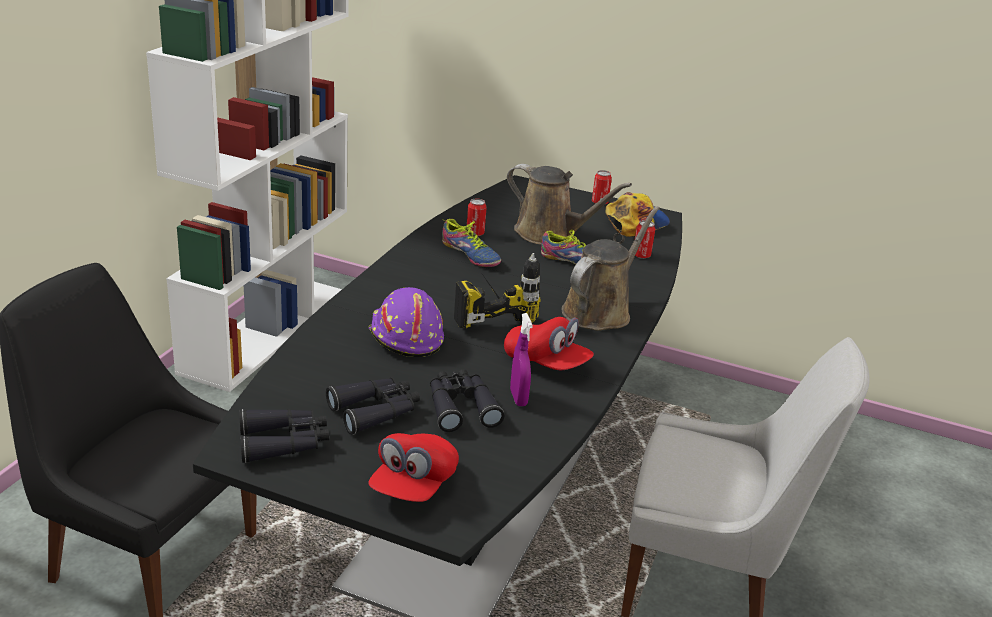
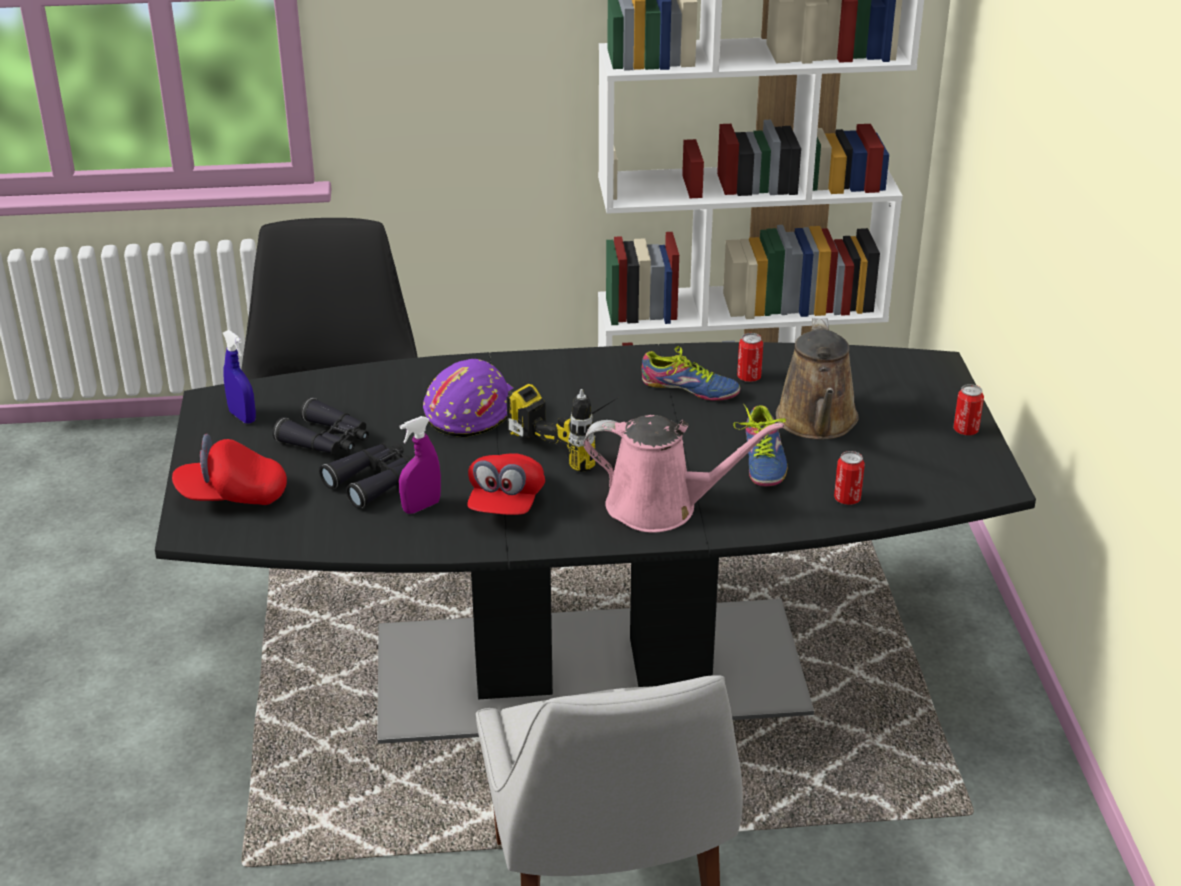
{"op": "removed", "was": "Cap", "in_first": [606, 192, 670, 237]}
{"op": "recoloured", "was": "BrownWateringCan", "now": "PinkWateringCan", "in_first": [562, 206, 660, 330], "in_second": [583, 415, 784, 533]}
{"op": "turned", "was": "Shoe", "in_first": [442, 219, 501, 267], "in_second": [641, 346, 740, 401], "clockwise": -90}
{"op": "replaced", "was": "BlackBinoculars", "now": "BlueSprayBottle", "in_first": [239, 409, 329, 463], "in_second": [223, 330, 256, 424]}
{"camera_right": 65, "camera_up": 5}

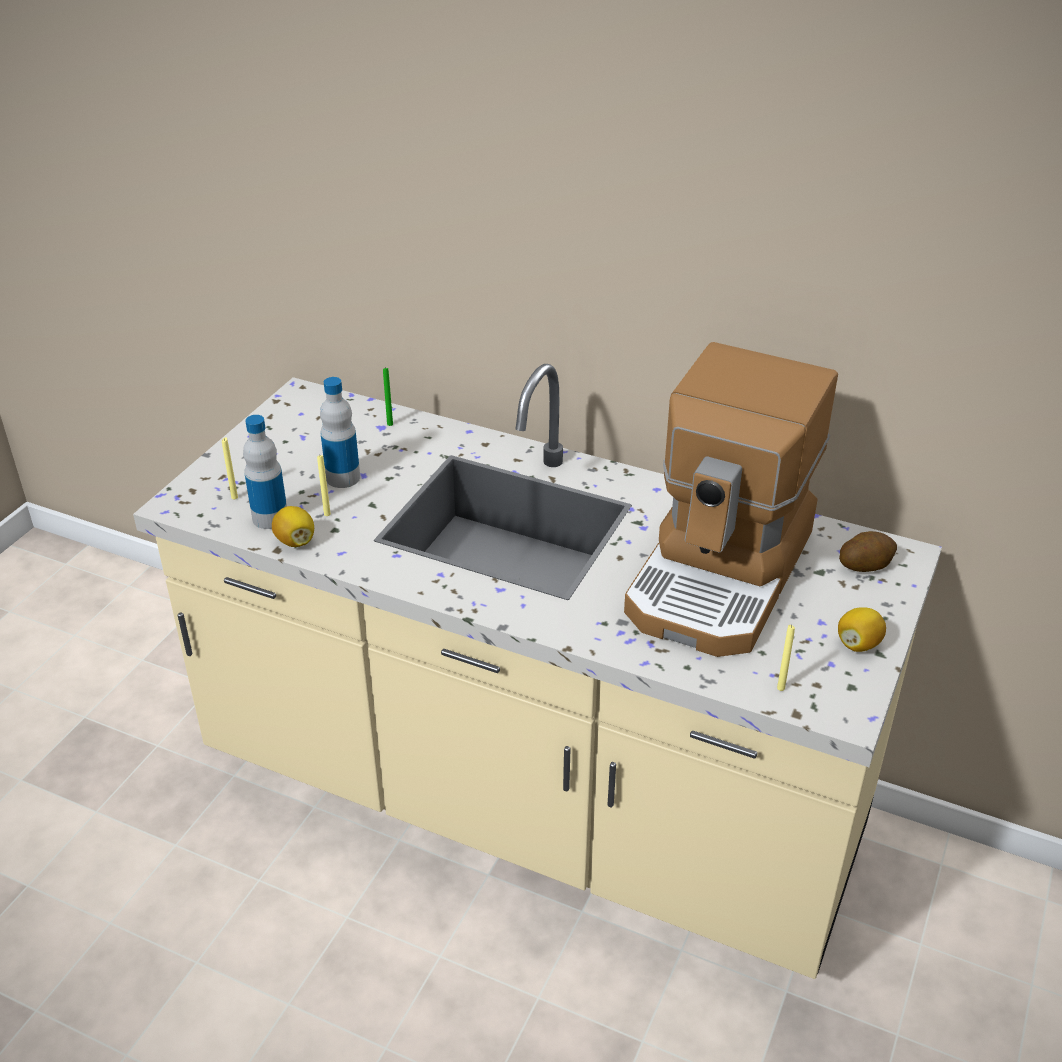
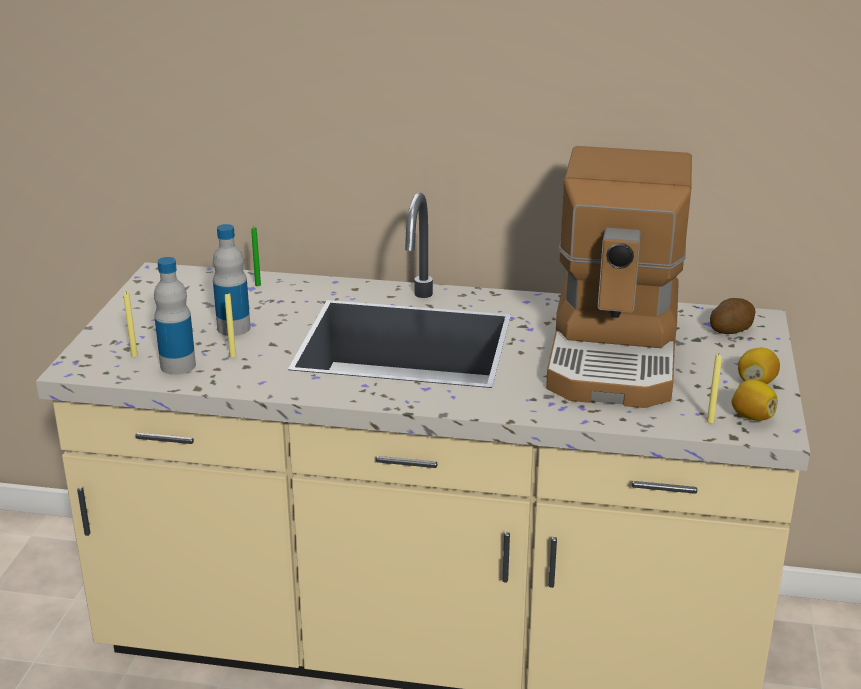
{"op": "moved", "was": "Lemon", "in_first": [272, 506, 314, 547], "in_second": [731, 380, 778, 421]}
{"camera_right": -15, "camera_up": -10}

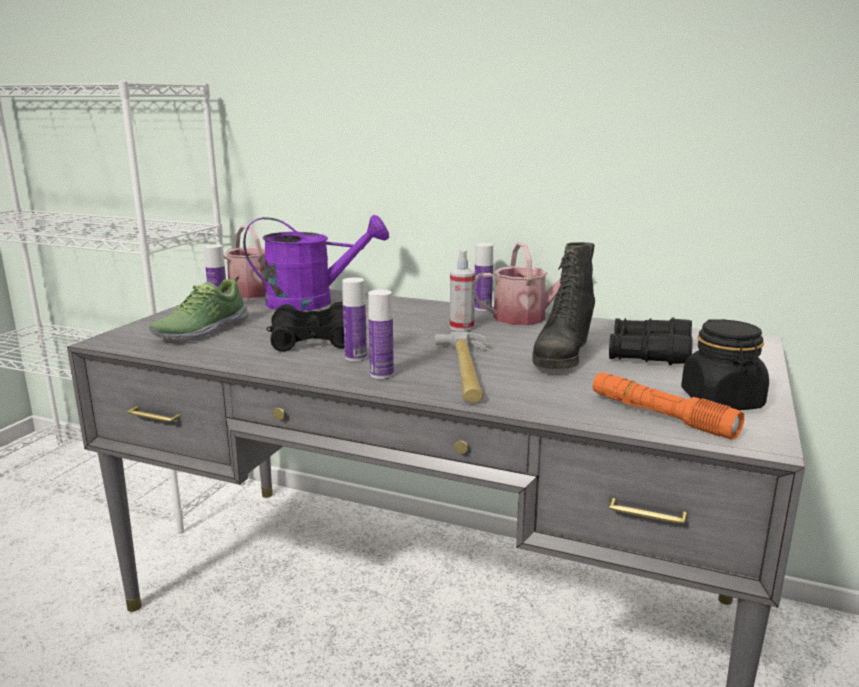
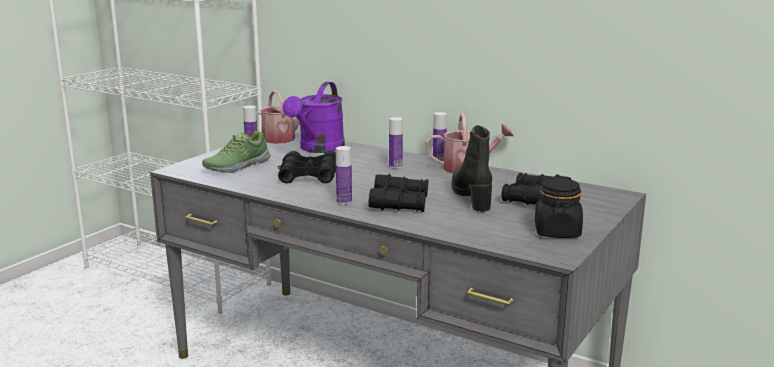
{"op": "turned", "was": "PurpleWateringCan", "in_first": [243, 215, 389, 311], "in_second": [283, 82, 345, 153], "clockwise": 105}
{"op": "turned", "was": "BlackBoot", "in_first": [532, 242, 595, 369], "in_second": [452, 125, 492, 212], "clockwise": 135}
{"op": "removed", "was": "SprayBottle", "in_first": [450, 250, 475, 331]}
{"op": "moved", "was": "Bottle", "in_first": [342, 277, 367, 361], "in_second": [389, 117, 403, 168]}
{"op": "replaced", "was": "Hammer", "now": "BlackBinoculars", "in_first": [435, 332, 486, 403], "in_second": [369, 174, 428, 212]}
{"op": "removed", "was": "OrangeFlashlight", "in_first": [593, 372, 744, 440]}
{"camera_right": 10, "camera_up": 0}

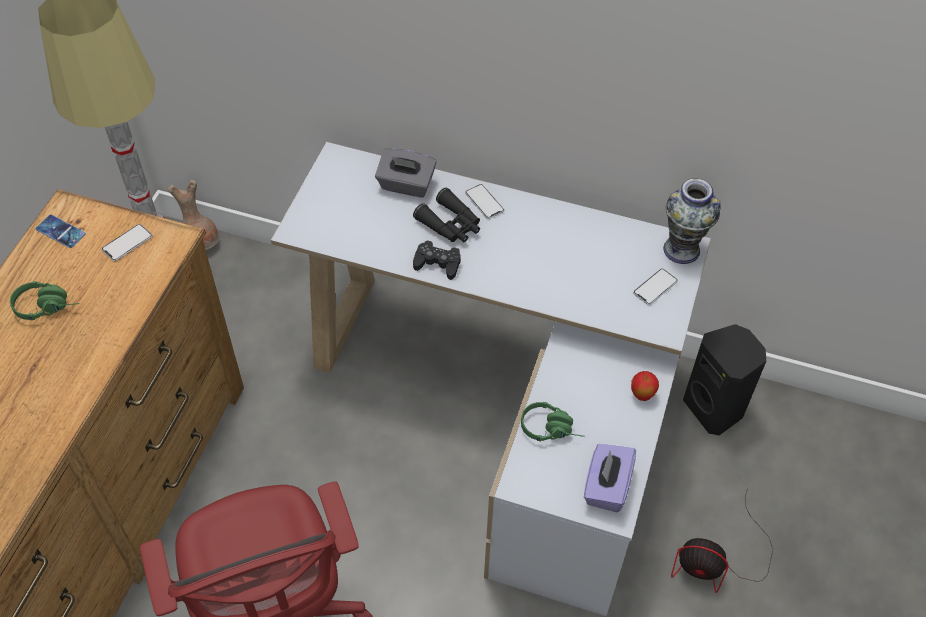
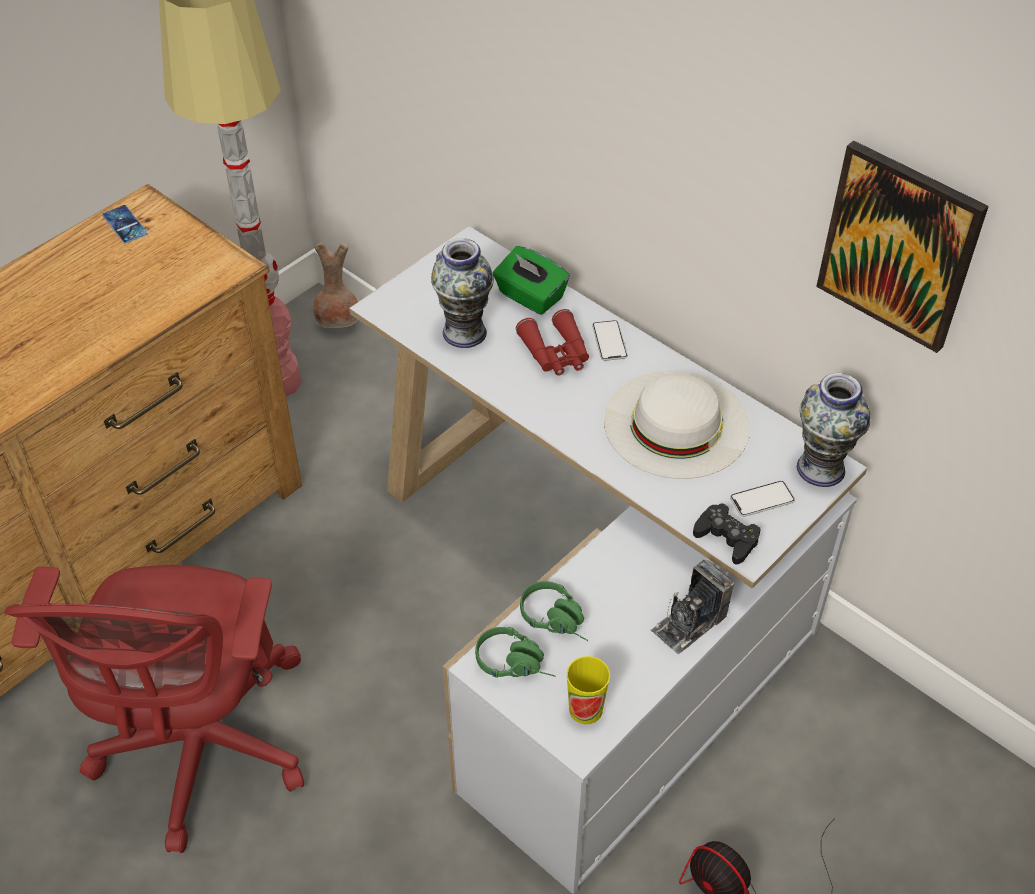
{"op": "recoloured", "was": "GreyTissueBox", "now": "GreenTissueBox", "in_first": [375, 148, 437, 198], "in_second": [493, 246, 570, 315]}
{"op": "recoloured", "was": "BlackBinoculars", "now": "RedBinoculars", "in_first": [413, 188, 480, 242], "in_second": [516, 309, 589, 376]}
{"op": "removed", "was": "Phone", "in_first": [102, 224, 153, 261]}
{"op": "moved", "was": "BlackGameController", "in_first": [413, 240, 461, 280], "in_second": [693, 503, 761, 564]}
{"op": "moved", "was": "GreenHeadphones", "in_first": [10, 281, 79, 320], "in_second": [475, 627, 556, 678]}
{"op": "removed", "was": "BlackSpeaker", "in_first": [683, 324, 766, 435]}
{"op": "replaced", "was": "Apple", "now": "PhotoCamera", "in_first": [631, 371, 659, 401], "in_second": [650, 560, 734, 654]}
{"op": "replaced", "was": "PurpleTissueBox", "now": "Cup", "in_first": [584, 444, 636, 512], "in_second": [567, 656, 610, 724]}
{"op": "added", "now": "Picture", "in_second": [816, 140, 989, 353]}
{"op": "added", "now": "Vase", "in_second": [431, 238, 494, 348]}
{"op": "added", "now": "WhiteHat", "in_second": [604, 370, 750, 479]}
{"camera_right": 25, "camera_up": -5}

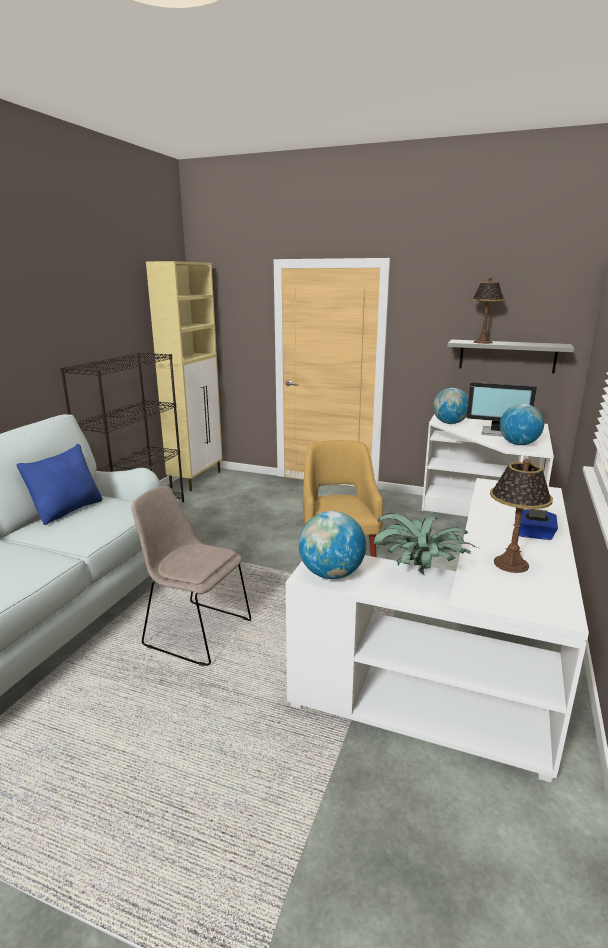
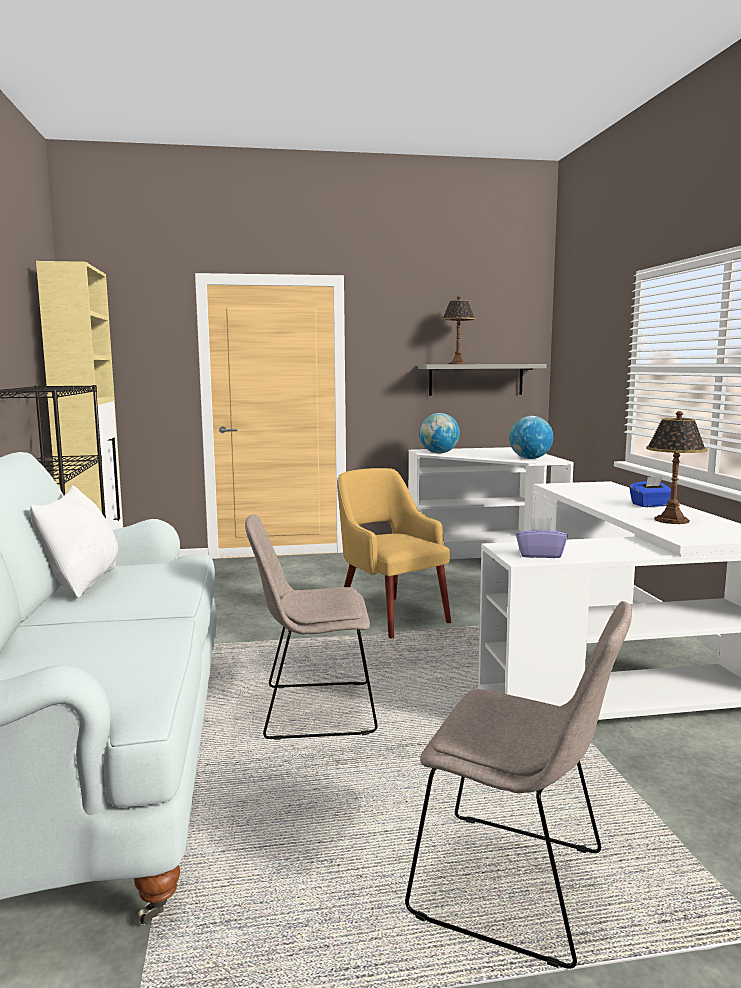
{"op": "removed", "was": "Monitor", "in_first": [467, 382, 537, 437]}
{"op": "recoloured", "was": "BluePillow", "now": "WhitePillow", "in_first": [16, 444, 102, 525], "in_second": [30, 485, 118, 597]}
{"op": "replaced", "was": "Globe", "now": "PurpleTissueBox", "in_first": [298, 511, 366, 579], "in_second": [516, 518, 568, 558]}
{"op": "removed", "was": "PottedPlant", "in_first": [374, 513, 478, 576]}
{"op": "added", "now": "BeigeChair", "in_second": [405, 601, 632, 969]}
{"camera_right": -30, "camera_up": -10}

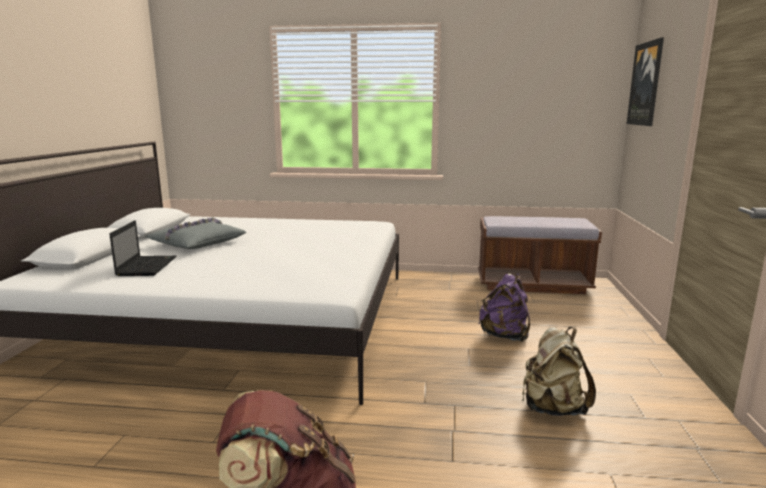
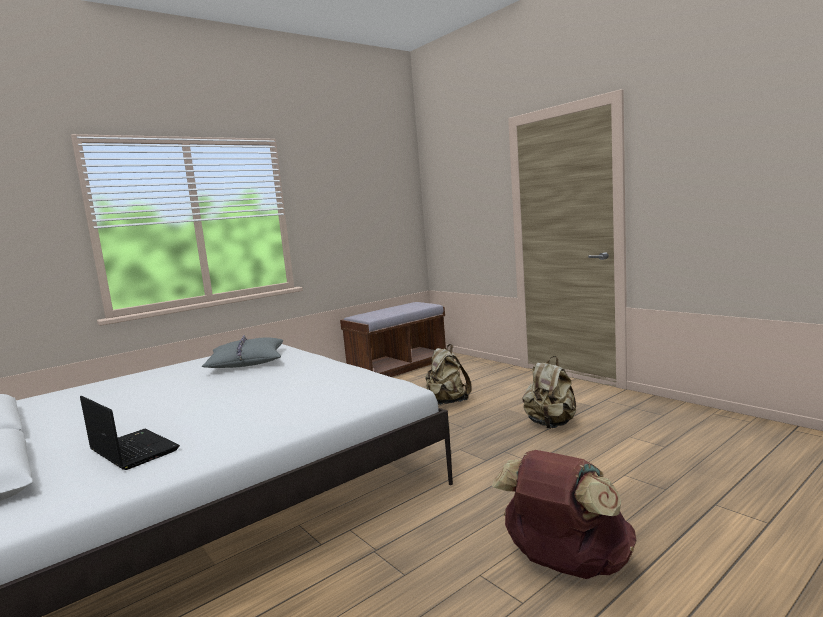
{"op": "removed", "was": "Picture", "in_first": [627, 38, 664, 126]}
{"op": "moved", "was": "GreyPillow", "in_first": [145, 217, 246, 249], "in_second": [201, 335, 283, 368]}
{"op": "recoloured", "was": "PurpleBackpack", "now": "BeigeBackpack", "in_first": [479, 273, 530, 342], "in_second": [425, 344, 471, 405]}
{"camera_right": -45, "camera_up": -5}

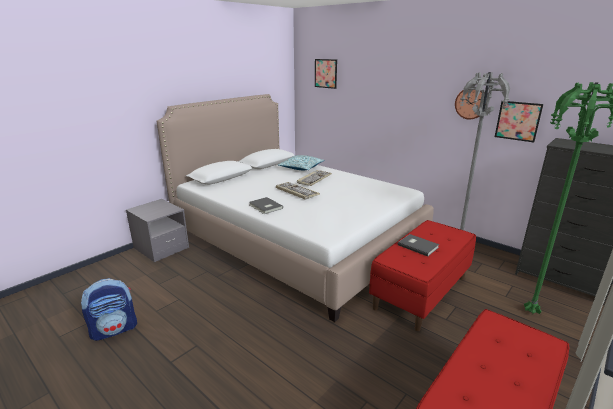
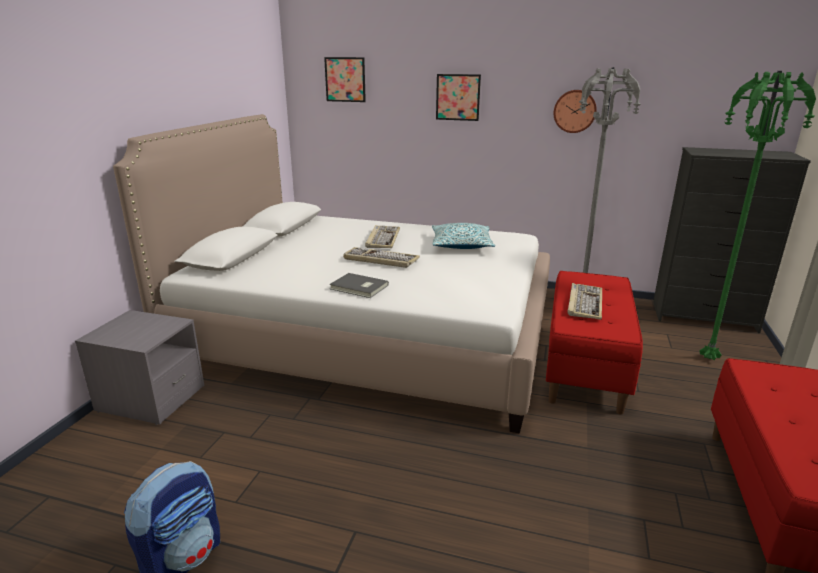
{"op": "moved", "was": "Picture", "in_first": [495, 101, 543, 142], "in_second": [436, 74, 481, 121]}
{"op": "moved", "was": "Pillow", "in_first": [278, 155, 325, 170], "in_second": [432, 223, 495, 249]}
{"op": "replaced", "was": "GreyBook", "now": "Keyboard", "in_first": [398, 234, 439, 257], "in_second": [567, 283, 602, 320]}
{"camera_right": -25, "camera_up": 0}

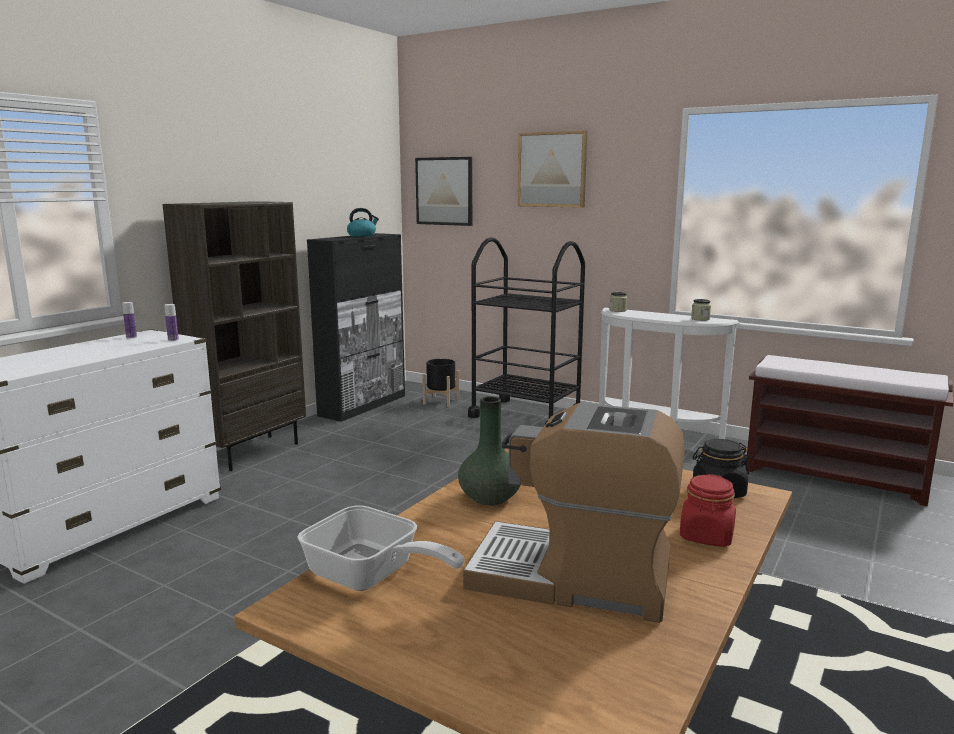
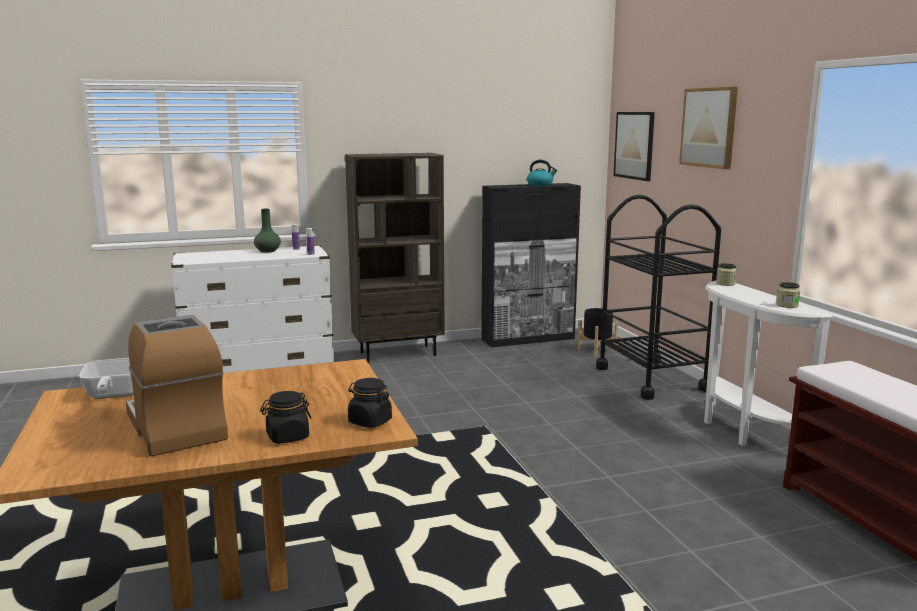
{"op": "moved", "was": "GreenVase", "in_first": [458, 396, 521, 506], "in_second": [254, 209, 281, 253]}
{"op": "recoloured", "was": "RedJar", "now": "BlackJar", "in_first": [680, 474, 736, 547], "in_second": [260, 391, 311, 444]}
{"camera_right": 40, "camera_up": 0}

